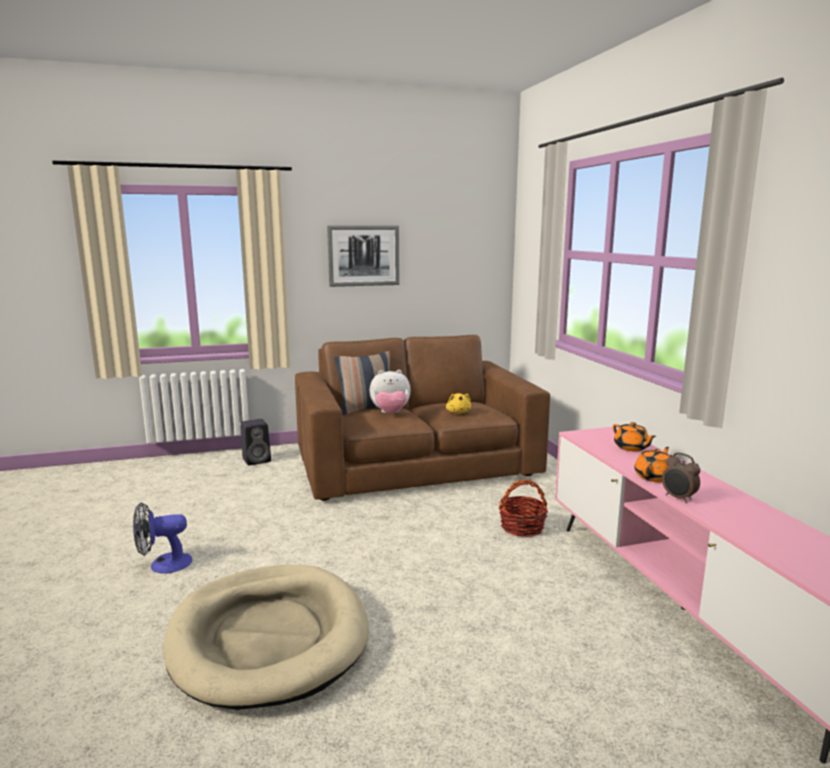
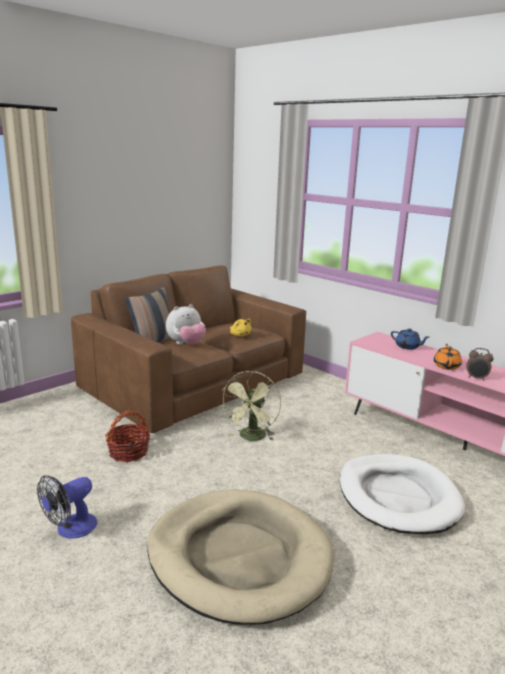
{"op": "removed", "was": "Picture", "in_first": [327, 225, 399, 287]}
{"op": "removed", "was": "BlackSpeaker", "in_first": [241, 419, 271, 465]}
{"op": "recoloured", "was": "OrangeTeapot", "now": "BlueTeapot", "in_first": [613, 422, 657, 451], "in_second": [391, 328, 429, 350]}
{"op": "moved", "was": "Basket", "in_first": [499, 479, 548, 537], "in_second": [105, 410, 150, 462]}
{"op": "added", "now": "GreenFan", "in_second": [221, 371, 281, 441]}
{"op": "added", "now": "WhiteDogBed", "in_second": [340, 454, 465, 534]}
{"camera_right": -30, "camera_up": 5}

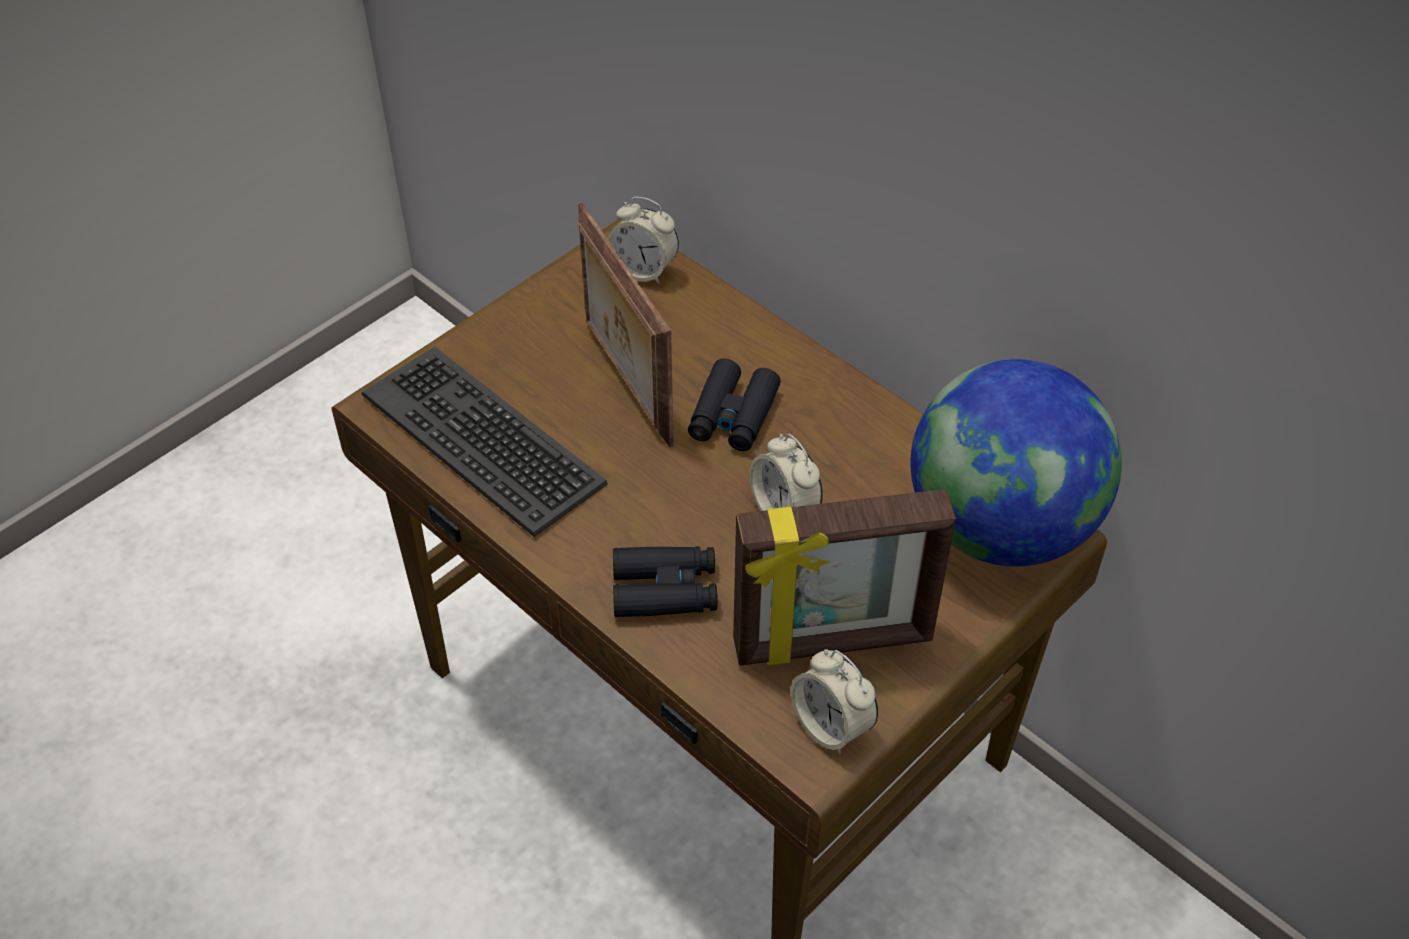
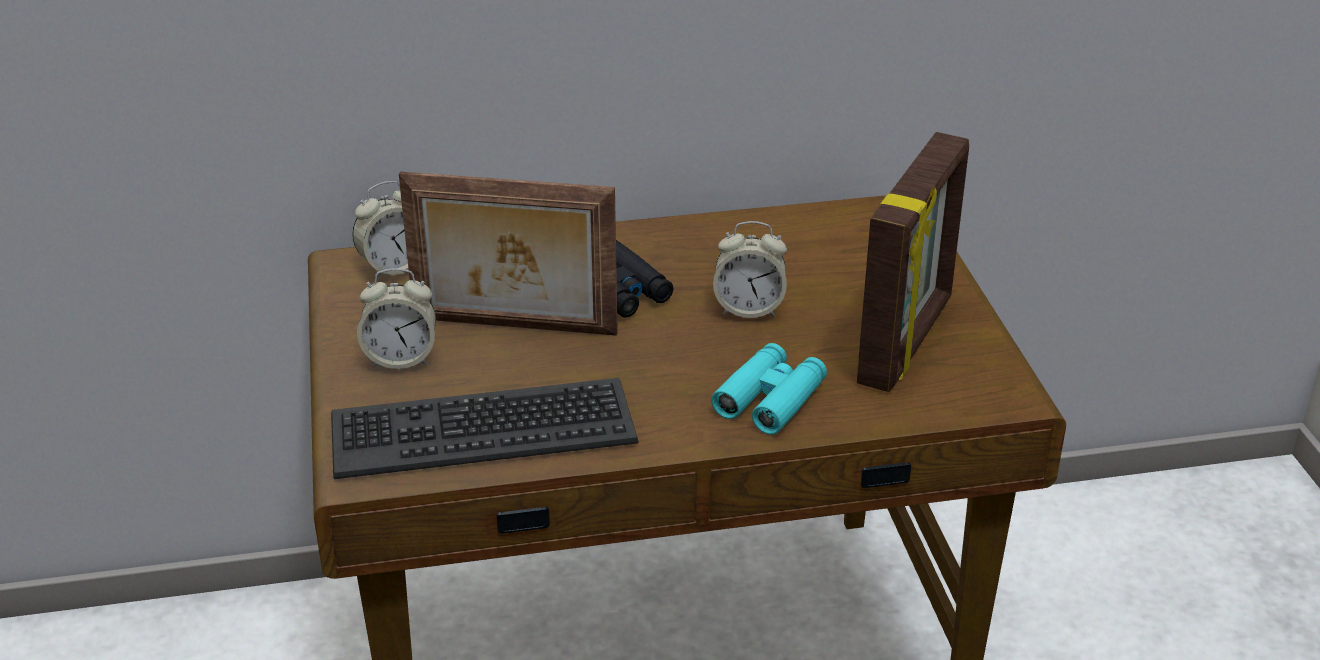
{"op": "removed", "was": "Globe", "in_first": [910, 359, 1122, 567]}
{"op": "recoloured", "was": "BlackBinoculars", "now": "TurquoiseBinoculars", "in_first": [613, 546, 718, 617], "in_second": [711, 343, 827, 435]}
{"op": "moved", "was": "AlarmClock", "in_first": [791, 649, 878, 754], "in_second": [357, 268, 436, 369]}
{"camera_right": -55, "camera_up": -15}

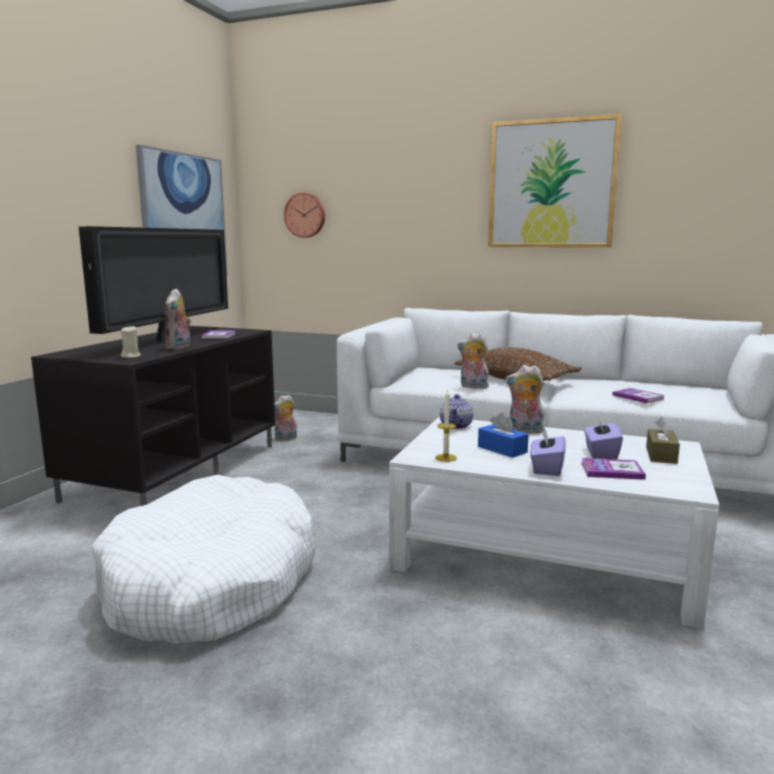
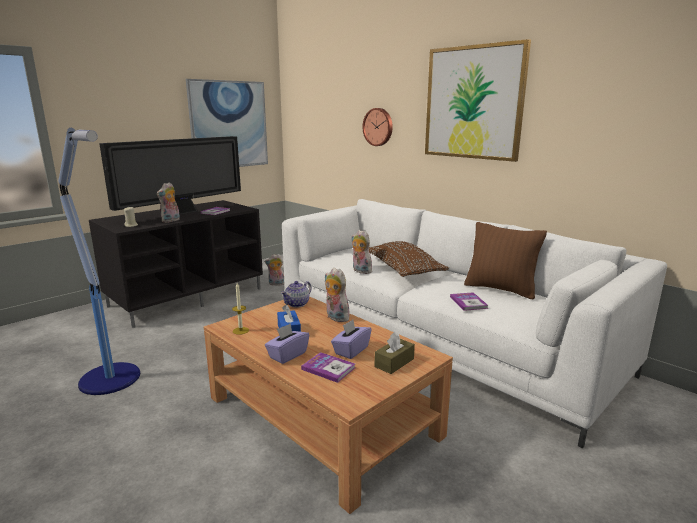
{"op": "moved", "was": "WallClock", "in_first": [284, 192, 325, 238], "in_second": [362, 108, 393, 146]}
{"op": "recoloured", "was": "WhiteCoffeeTable", "now": "BrownCoffeeTable", "in_first": [389, 417, 719, 629], "in_second": [203, 297, 453, 514]}
{"op": "replaced", "was": "WhiteDogBed", "now": "FloorLamp", "in_first": [92, 475, 316, 644], "in_second": [58, 128, 140, 395]}
{"op": "added", "now": "BrownPillow", "in_second": [464, 222, 547, 300]}
{"camera_right": 25, "camera_up": 5}

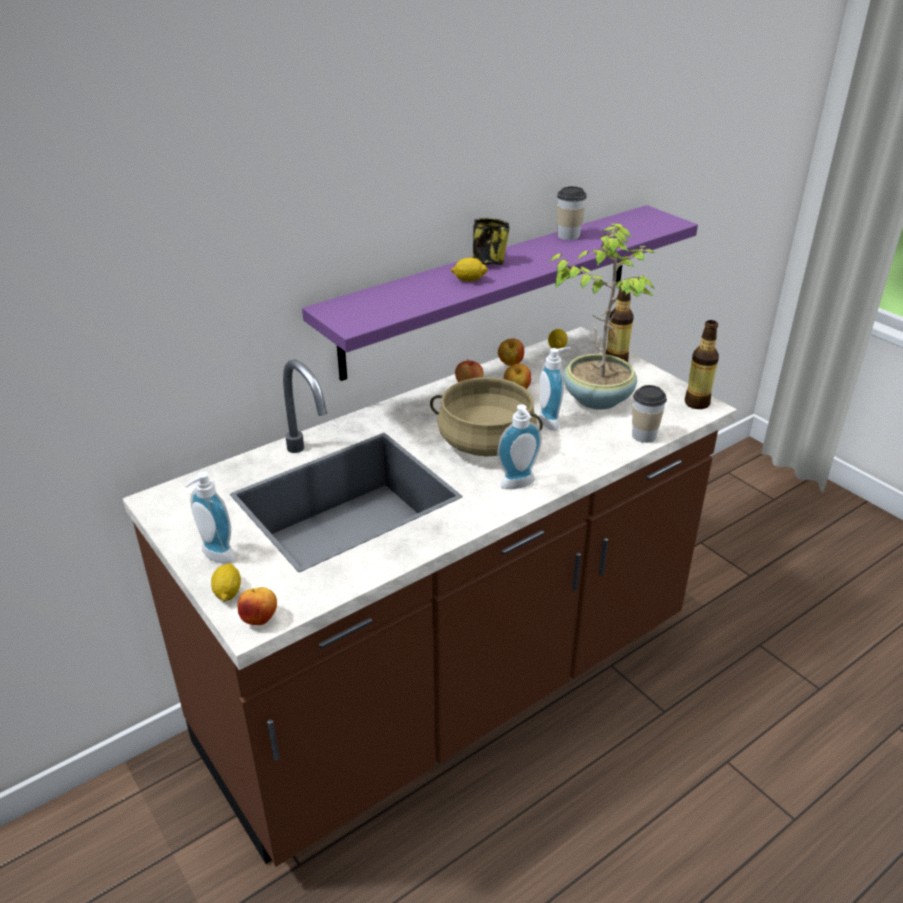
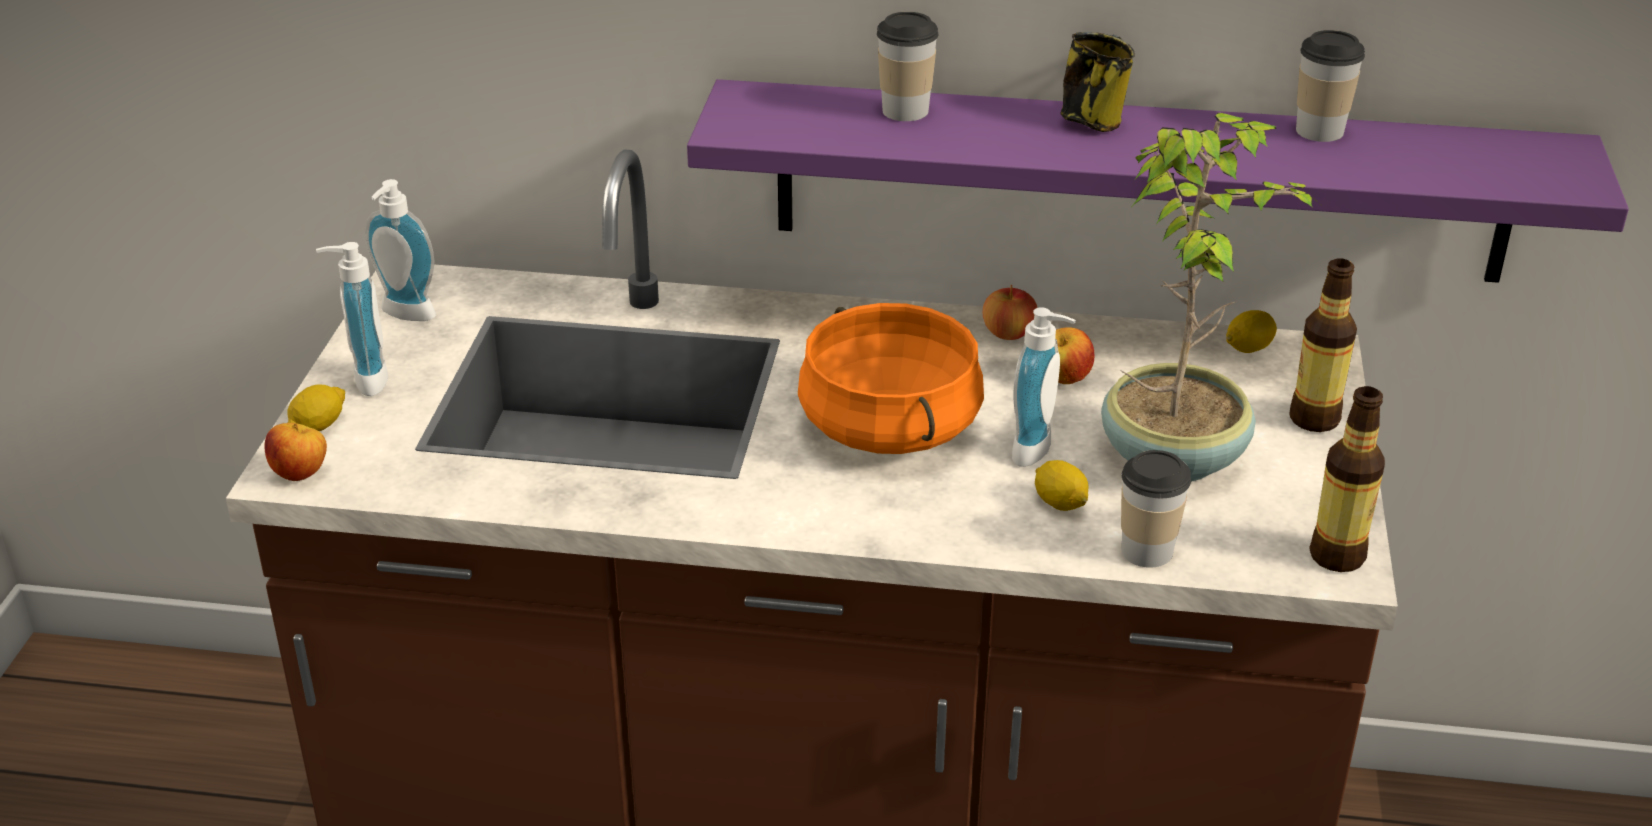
{"op": "moved", "was": "Lemon", "in_first": [451, 258, 488, 281], "in_second": [1035, 460, 1089, 511]}
{"op": "removed", "was": "Apple", "in_first": [498, 338, 524, 366]}
{"op": "recoloured", "was": "BeigeCookingPot", "now": "OrangeCookingPot", "in_first": [430, 377, 543, 457], "in_second": [798, 303, 984, 454]}
{"op": "moved", "was": "SoapDispenser", "in_first": [497, 404, 542, 489], "in_second": [365, 179, 436, 321]}
{"op": "added", "now": "Cup", "in_second": [877, 12, 938, 121]}
{"camera_right": 45, "camera_up": 0}

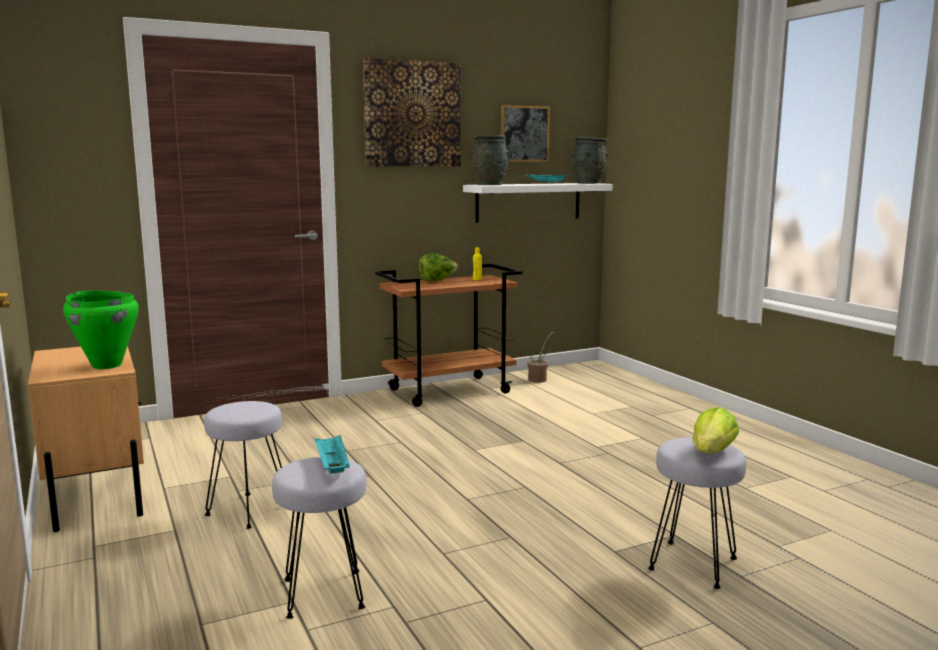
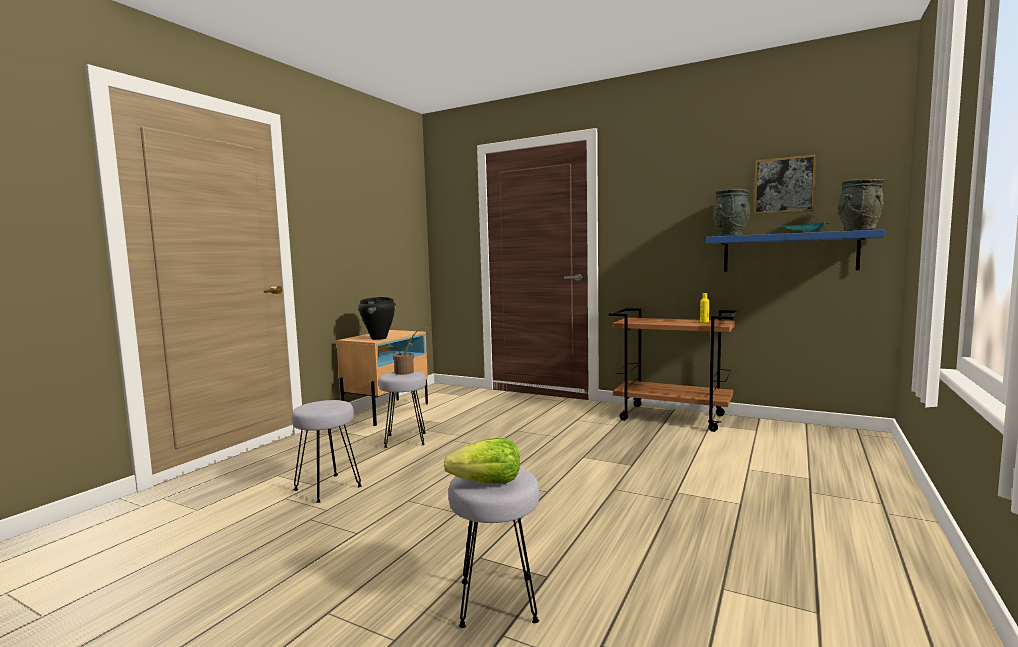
{"op": "removed", "was": "Picture", "in_first": [363, 58, 461, 166]}
{"op": "recoloured", "was": "WhiteShelf", "now": "BlueShelf", "in_first": [463, 183, 612, 223], "in_second": [706, 229, 885, 272]}
{"op": "removed", "was": "Lettuce", "in_first": [418, 253, 459, 281]}
{"op": "recoloured", "was": "GreenCookingPot", "now": "BlackCookingPot", "in_first": [63, 290, 139, 369], "in_second": [358, 297, 396, 340]}
{"op": "moved", "was": "PottedPlant", "in_first": [527, 332, 556, 383], "in_second": [388, 327, 430, 375]}
{"op": "removed", "was": "TurquoiseTray", "in_first": [314, 434, 350, 474]}
{"camera_right": 55, "camera_up": -5}

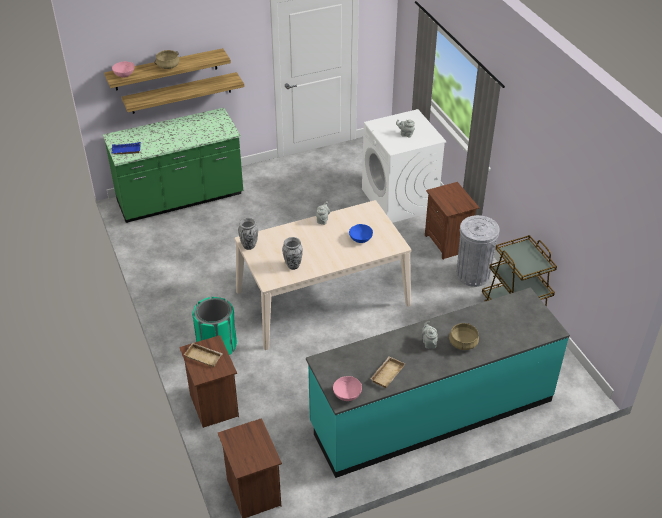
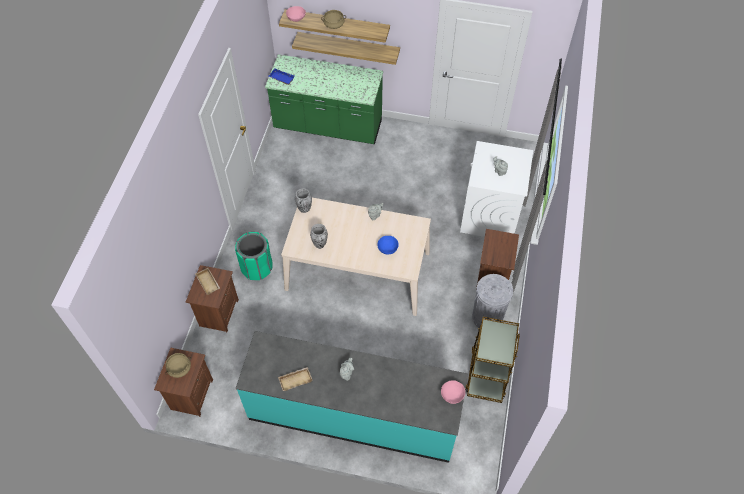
{"op": "moved", "was": "BeigeCookingPot", "in_first": [449, 323, 479, 350], "in_second": [165, 353, 191, 378]}
{"op": "moved", "was": "PinkBowl", "in_first": [333, 376, 362, 401], "in_second": [441, 380, 465, 404]}
{"camera_right": 35, "camera_up": 15}

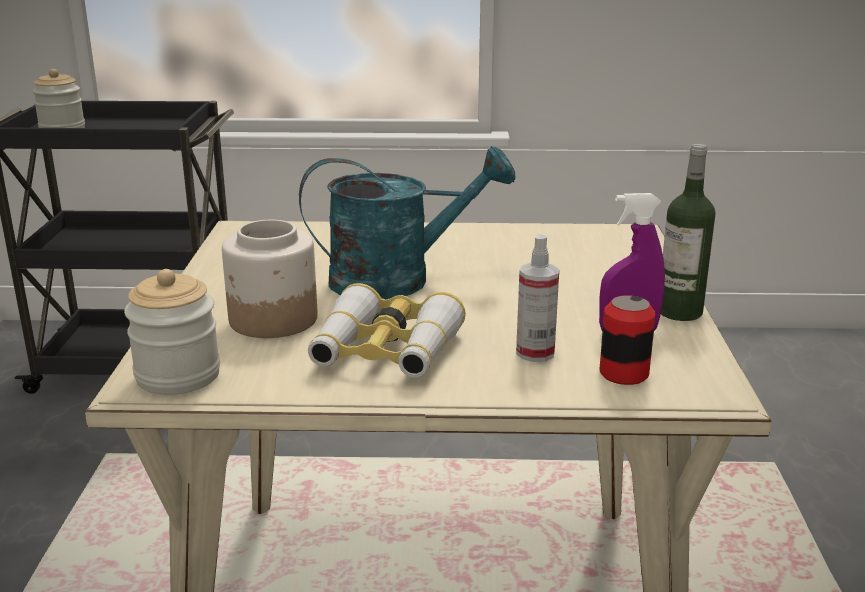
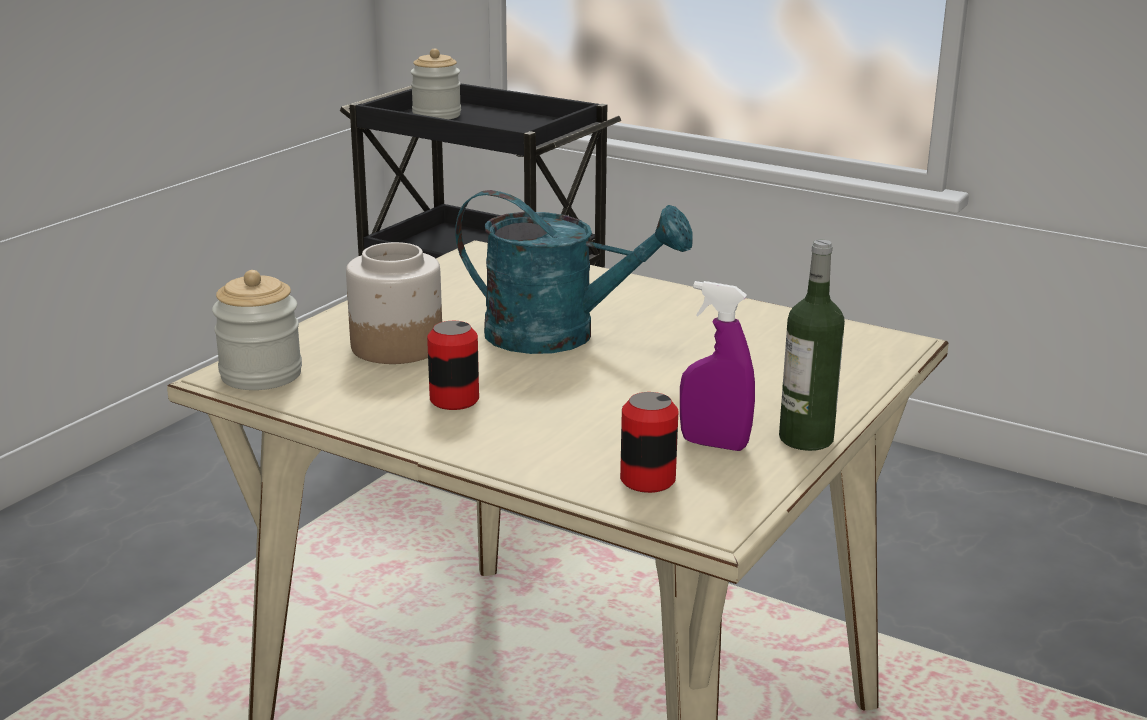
{"op": "removed", "was": "SprayBottle", "in_first": [516, 235, 559, 362]}
{"op": "replaced", "was": "Binoculars", "now": "Can", "in_first": [308, 283, 466, 378], "in_second": [427, 321, 479, 410]}
{"camera_right": 30, "camera_up": 0}

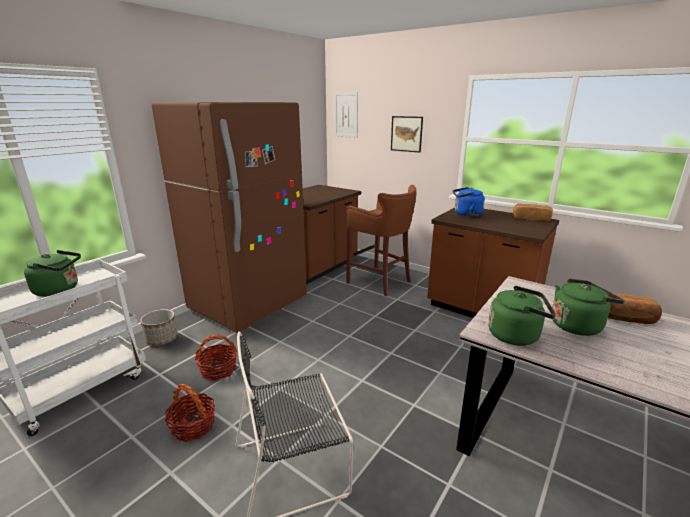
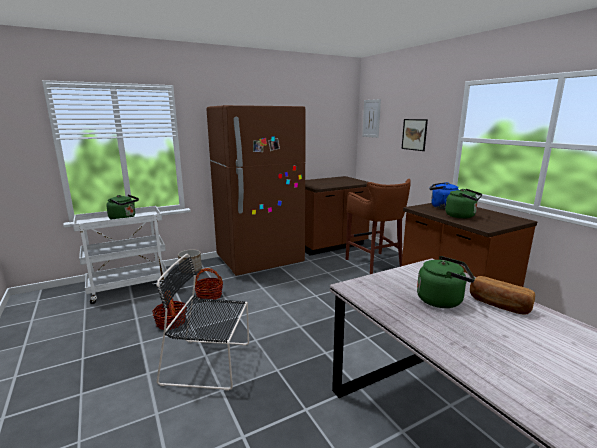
{"op": "removed", "was": "Bread", "in_first": [513, 204, 553, 221]}
{"op": "moved", "was": "GreenKettle", "in_first": [488, 286, 556, 346], "in_second": [445, 189, 482, 218]}
{"camera_right": 25, "camera_up": -5}

